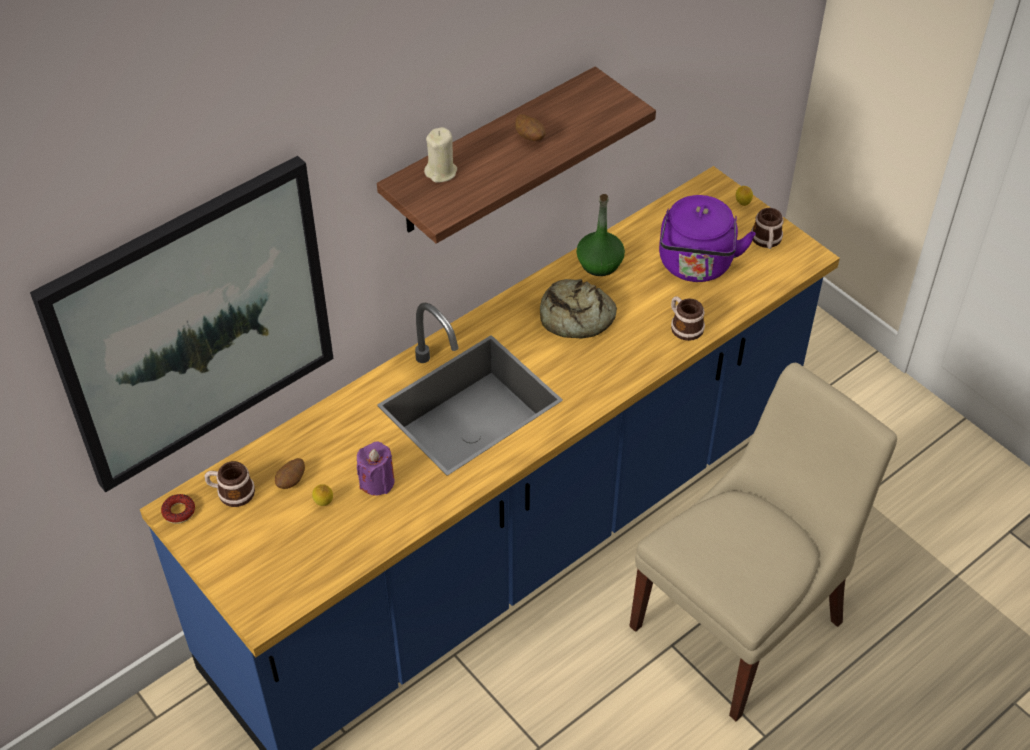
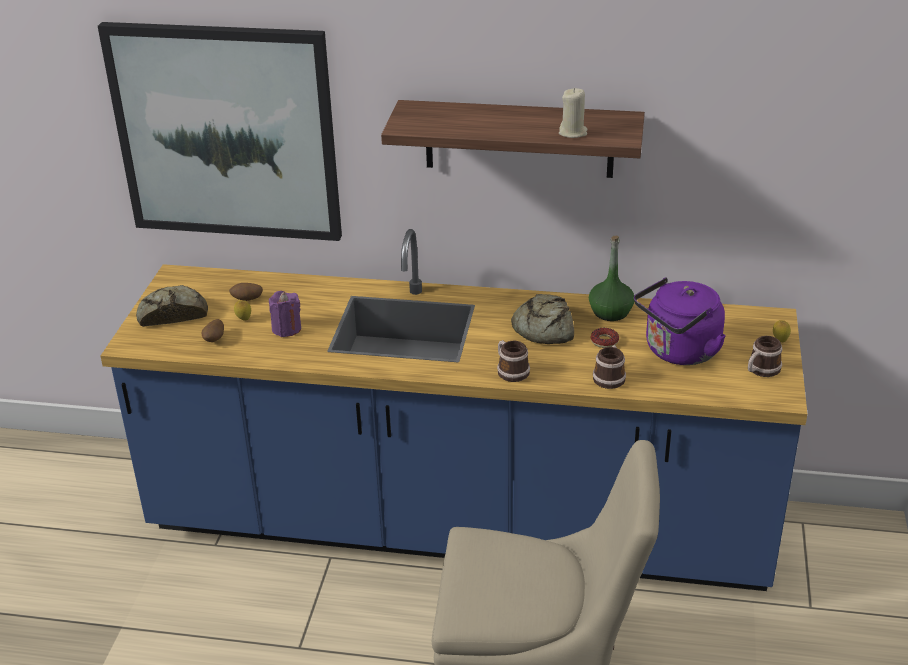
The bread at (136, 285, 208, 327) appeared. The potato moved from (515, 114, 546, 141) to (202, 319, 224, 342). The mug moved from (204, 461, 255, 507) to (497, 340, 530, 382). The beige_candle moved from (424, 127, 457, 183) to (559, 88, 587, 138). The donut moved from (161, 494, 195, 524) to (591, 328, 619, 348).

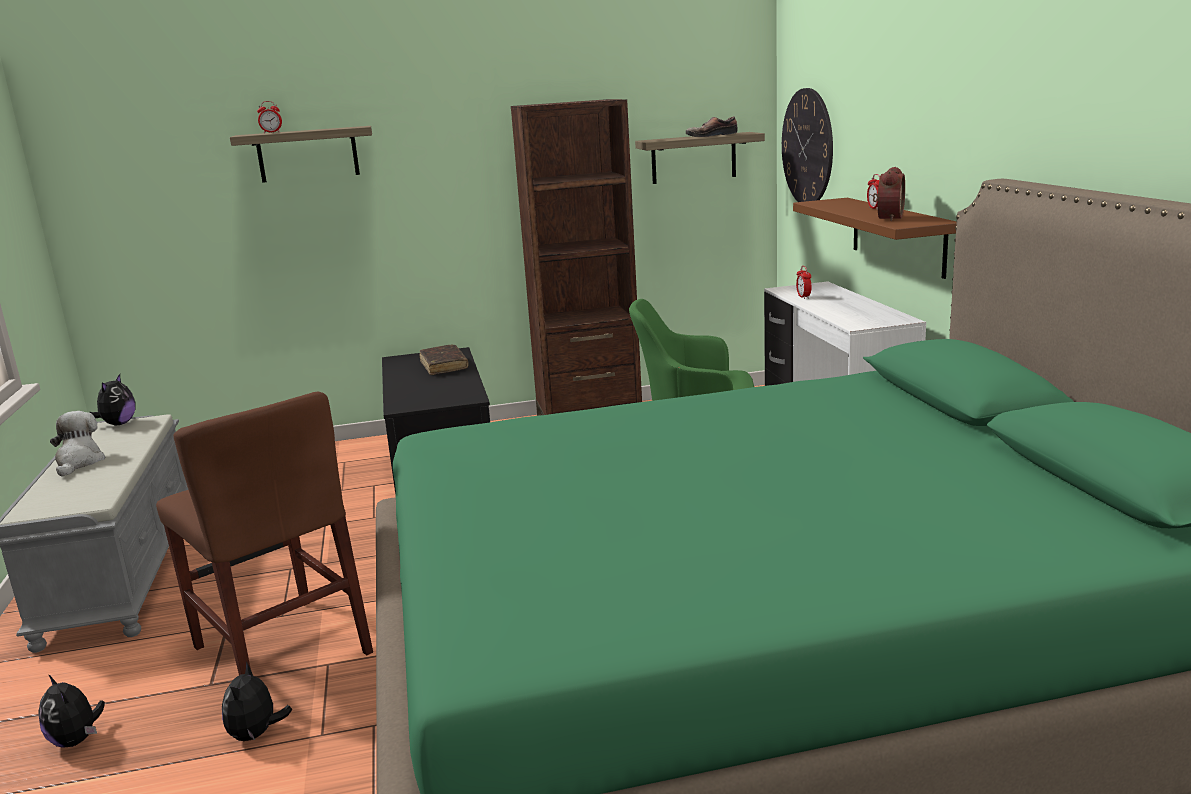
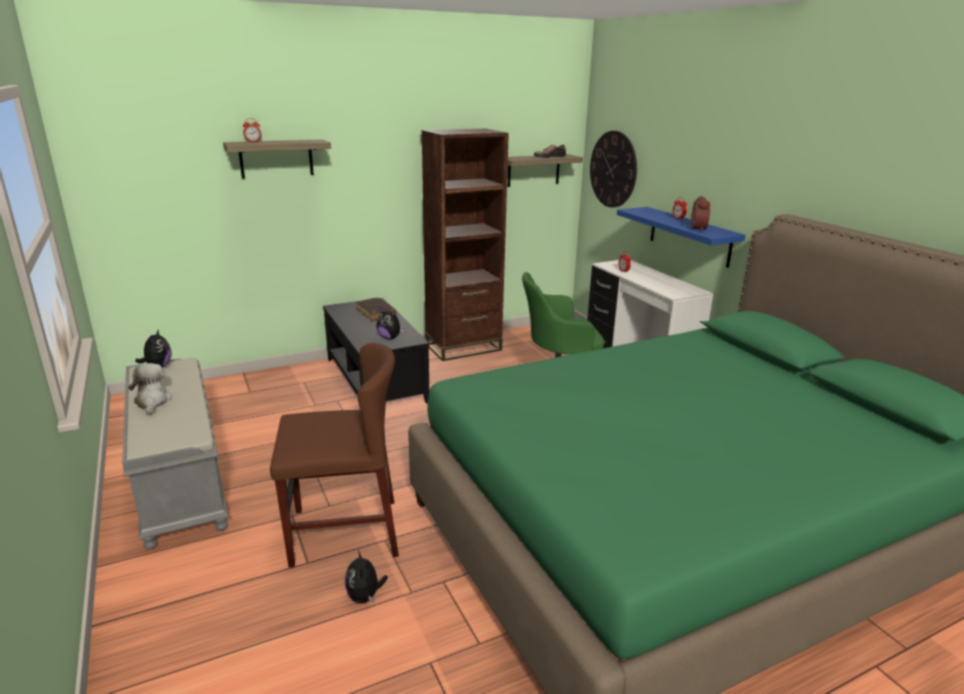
The brown_chair at (156, 392, 373, 675) turned 45 degrees counterclockwise. The plush_toy moved from (38, 674, 105, 748) to (376, 308, 405, 340). The brown_shelf at (793, 198, 957, 279) became the blue_shelf at (617, 207, 746, 268).

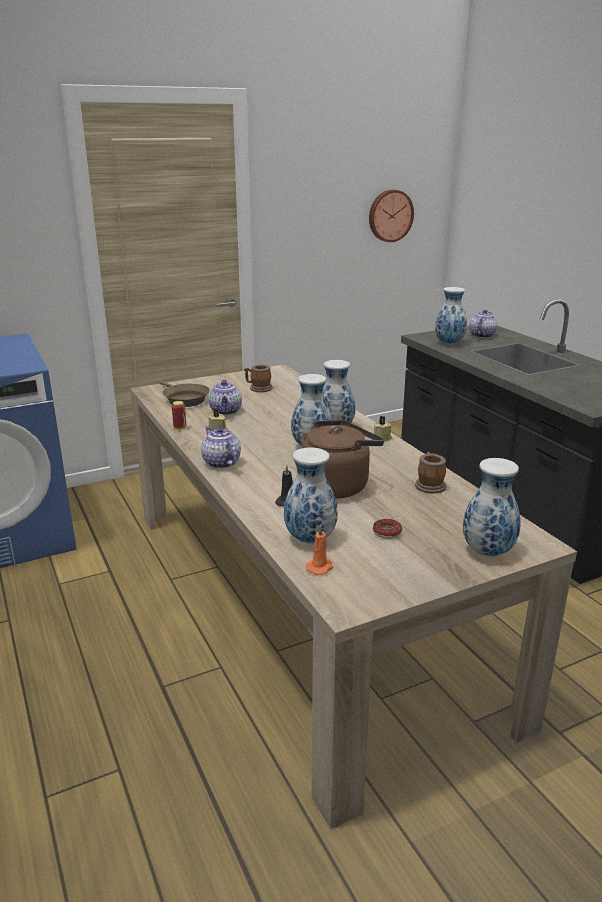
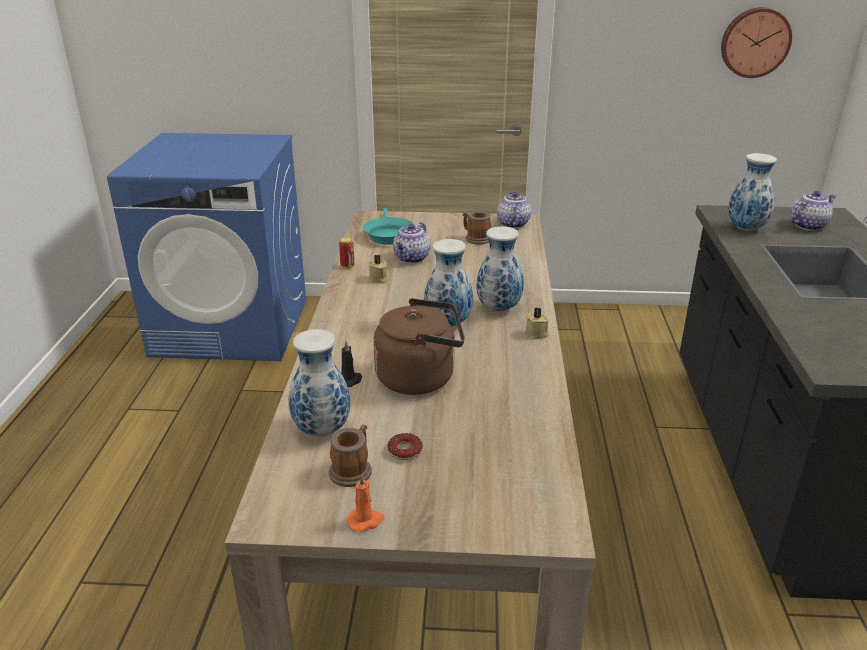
The mug moved from (415, 452, 446, 494) to (329, 425, 372, 487). The orange_candle moved from (306, 525, 333, 575) to (347, 474, 384, 532). The brown_frying_pan at (159, 381, 210, 407) became the turquoise_frying_pan at (363, 208, 414, 245). The teapot moved from (201, 426, 241, 469) to (497, 191, 531, 228). The vase at (463, 458, 521, 557) disappeared.

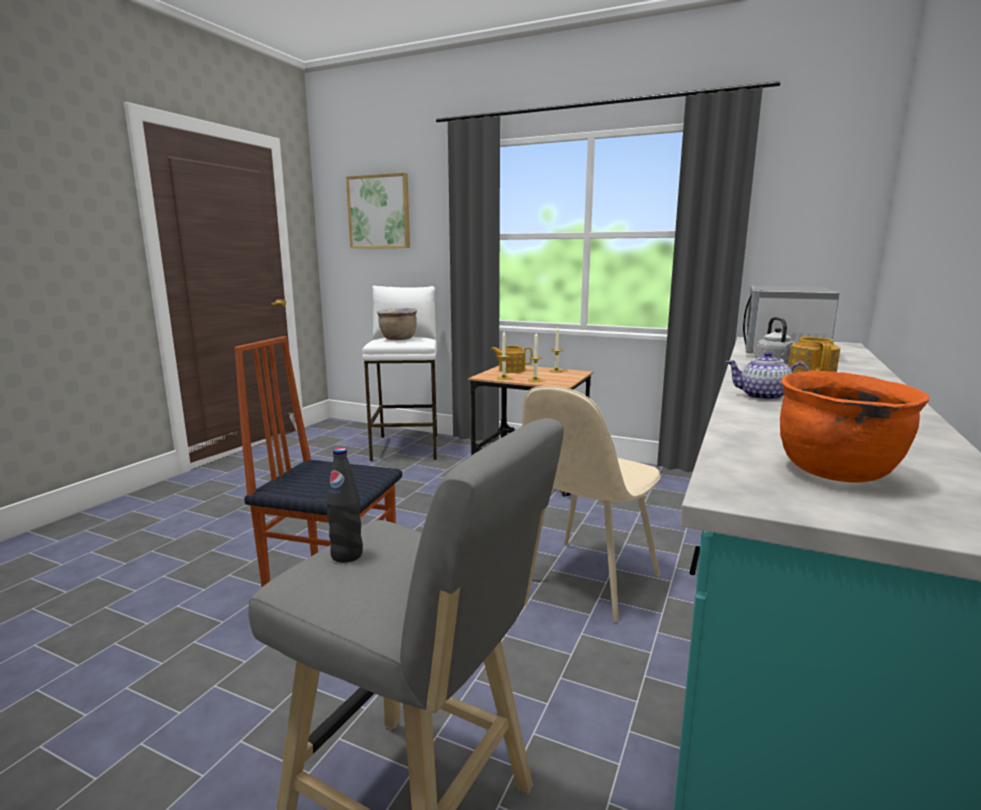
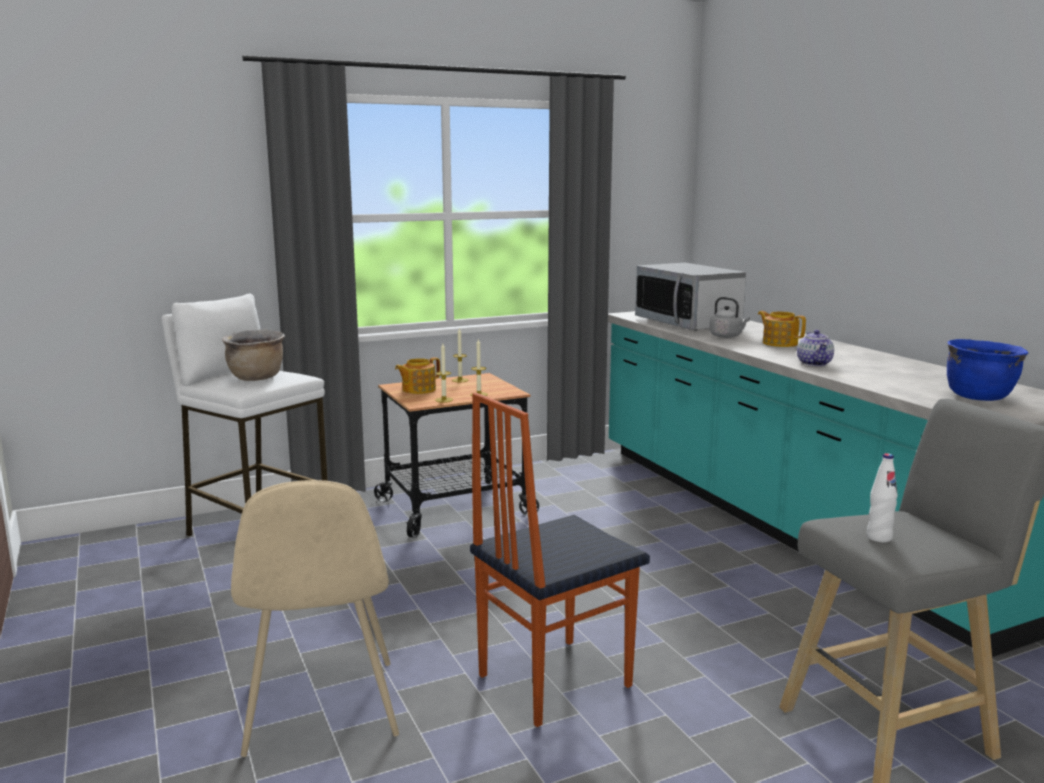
The beige_chair moved from (522, 386, 660, 622) to (231, 480, 399, 757). The teapot at (726, 352, 809, 400) turned 60 degrees counterclockwise. The black_bottle at (326, 448, 363, 563) became the white_bottle at (867, 453, 898, 542). The orange_cooking_pot at (780, 370, 930, 483) became the blue_cooking_pot at (947, 339, 1028, 401). The picture at (346, 173, 410, 248) disappeared.

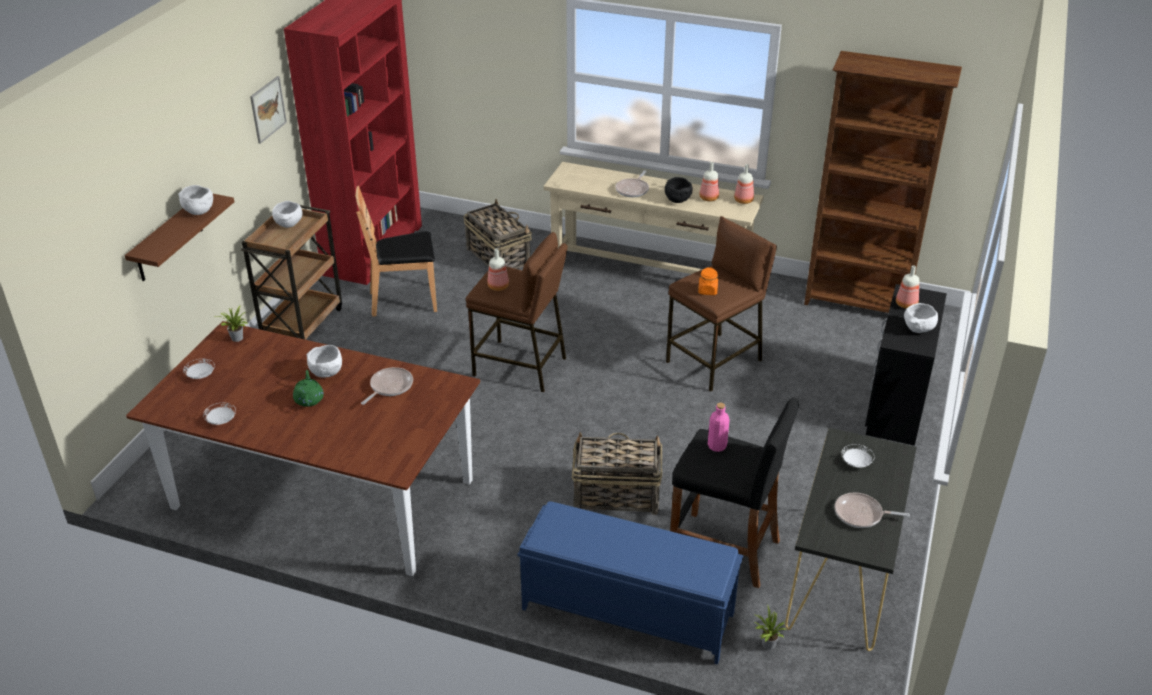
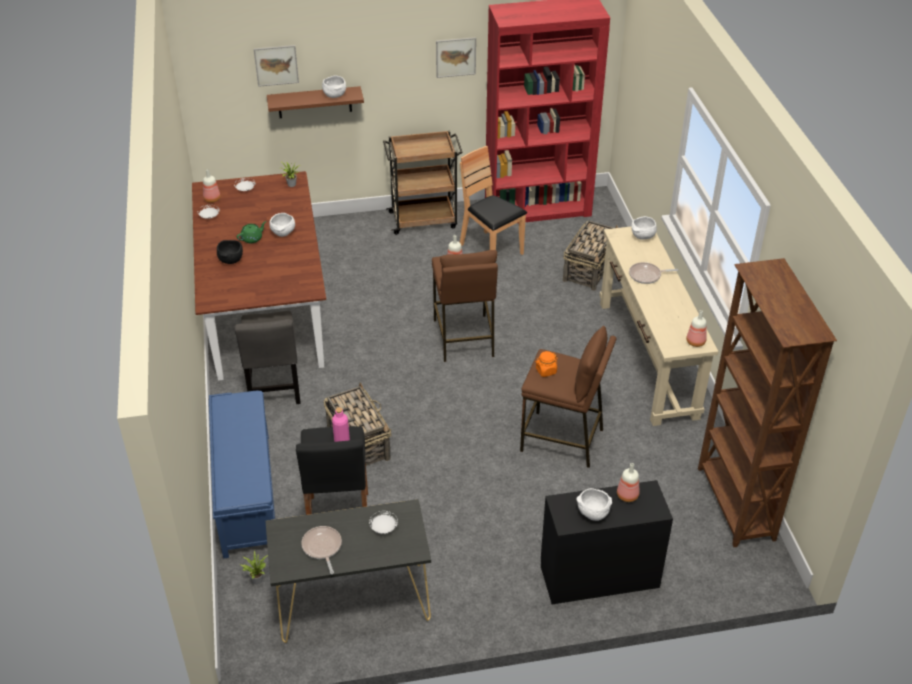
The bottle moved from (699, 162, 719, 201) to (203, 169, 220, 203). The black_bowl moved from (665, 177, 693, 203) to (217, 240, 243, 264). The grey_chair at (234, 311, 301, 404) appeared. The picture at (254, 45, 299, 87) appeared. The white_bowl moved from (272, 201, 303, 228) to (631, 216, 657, 239). The frying_pan at (361, 367, 413, 405) disappeared.

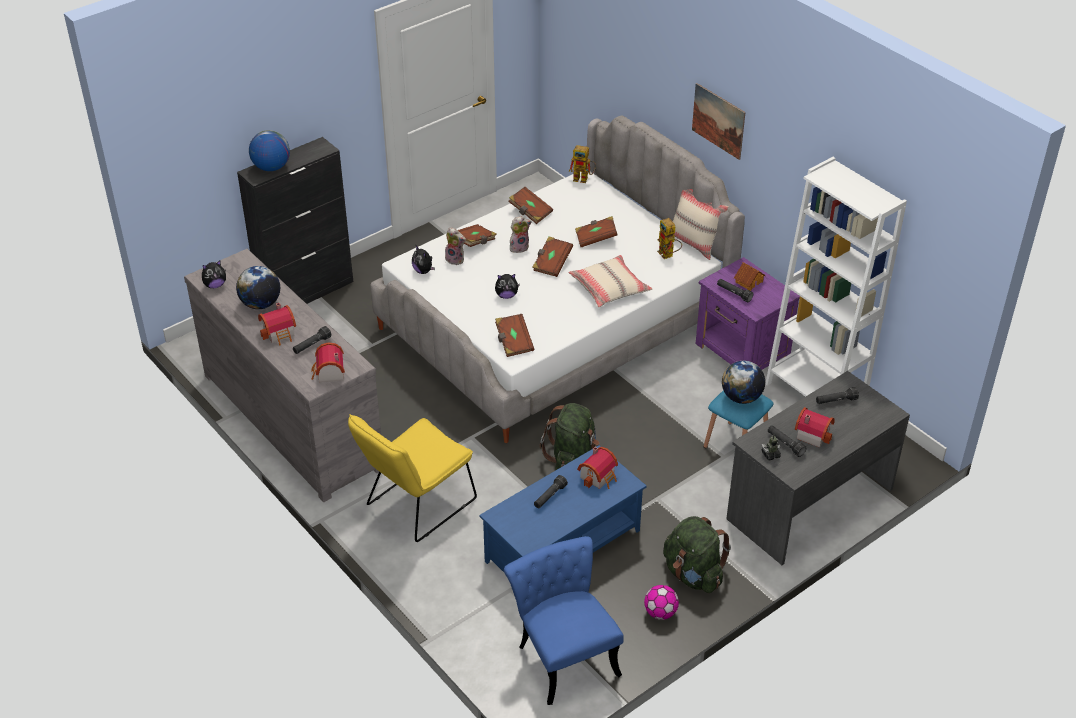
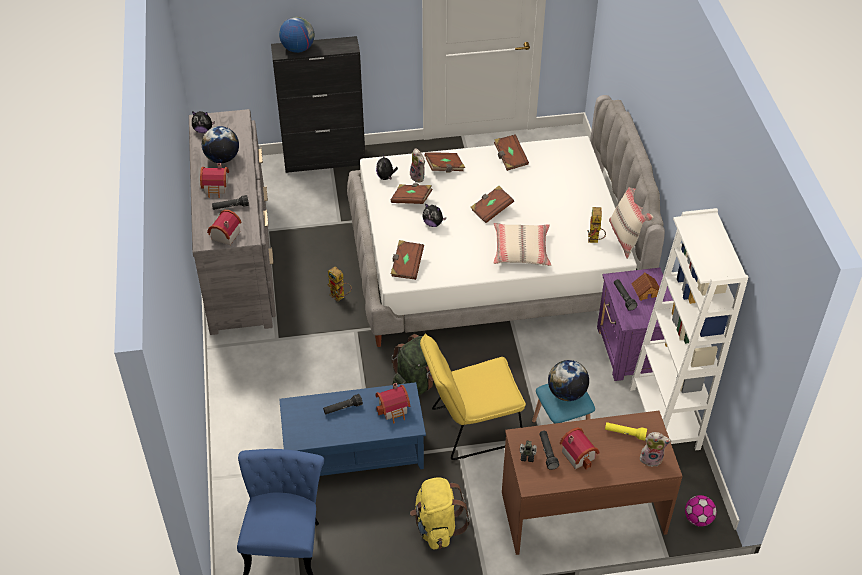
The toy_robot moved from (569, 145, 596, 183) to (328, 266, 352, 302). The brown_book moved from (575, 216, 617, 247) to (391, 183, 433, 204). The green_backpack at (663, 516, 731, 593) became the yellow_backpack at (410, 477, 470, 550). The yellow_chair moved from (348, 414, 477, 542) to (420, 333, 526, 460). The grey_desk at (726, 371, 910, 565) became the brown_desk at (502, 411, 682, 555). The black_flashlight at (816, 387, 859, 404) became the yellow_flashlight at (605, 422, 647, 441). The plush_toy moved from (510, 216, 532, 253) to (640, 432, 671, 467). The football moved from (644, 585, 679, 620) to (685, 495, 717, 527). The picture at (692, 83, 745, 160) disappeared.

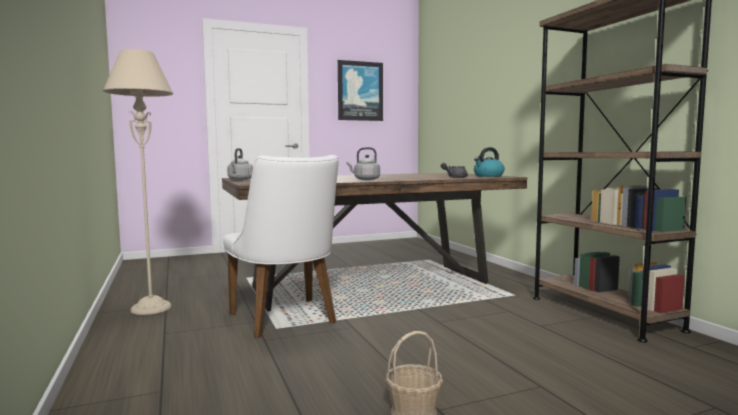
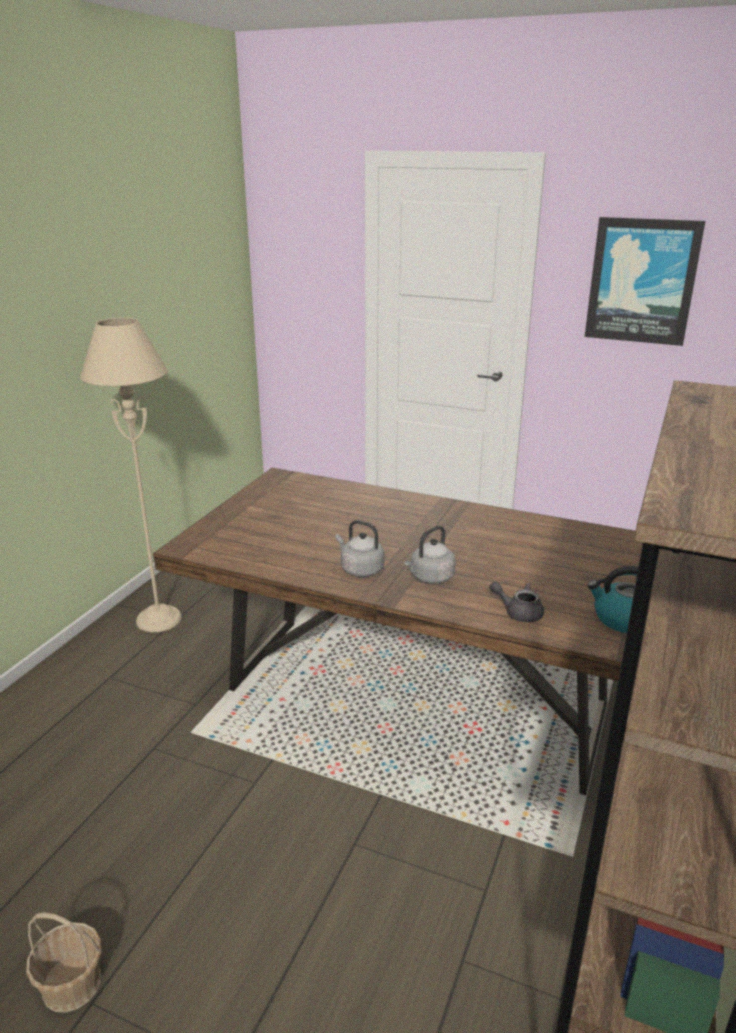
The grey_kettle moved from (227, 148, 253, 180) to (405, 526, 456, 584). The white_chair at (223, 155, 339, 338) disappeared.

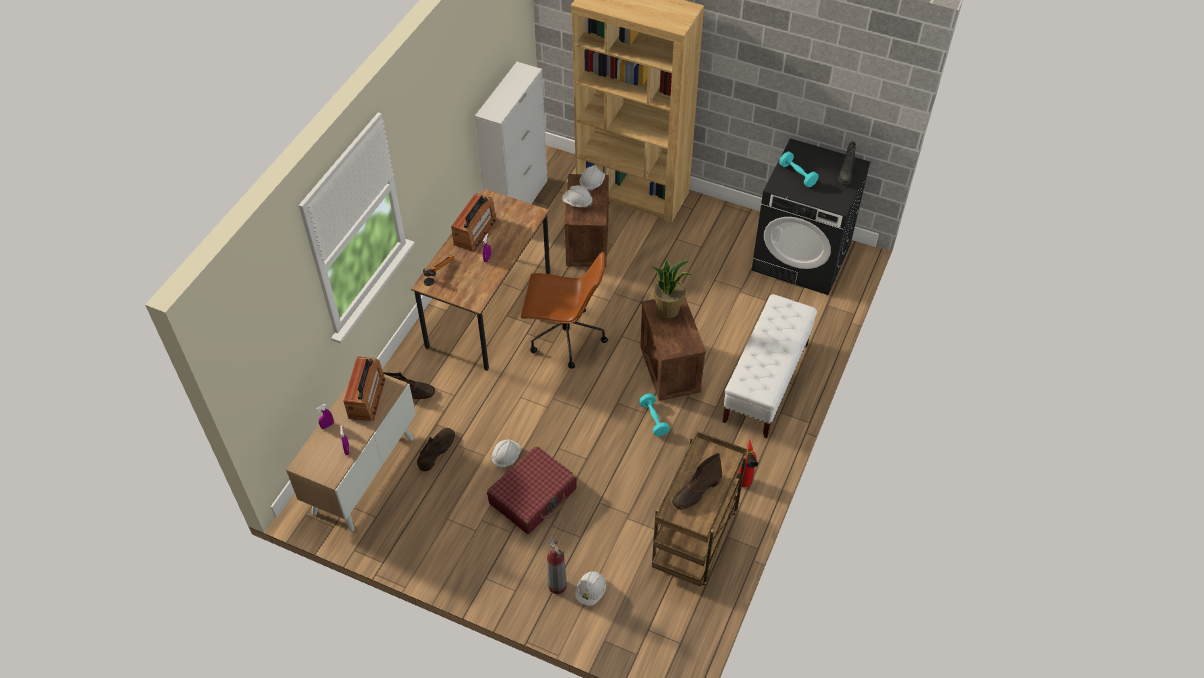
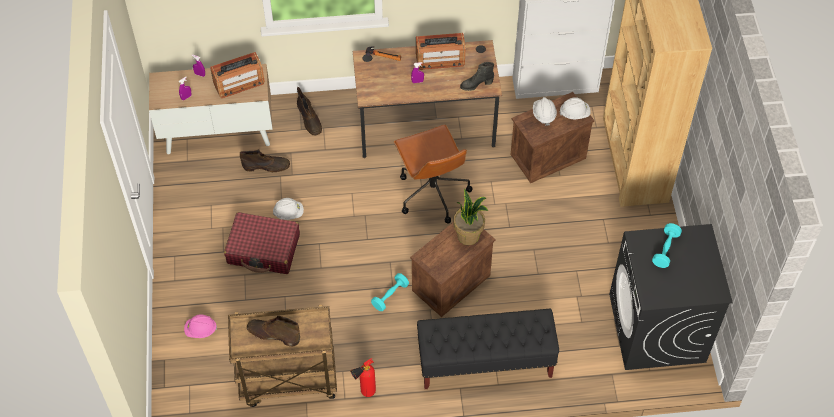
The white_hard_hat at (575, 571, 606, 606) became the pink_hard_hat at (184, 314, 217, 338). The white_bench at (722, 294, 817, 438) became the black_bench at (417, 309, 559, 389). The black_boot moved from (838, 142, 856, 185) to (460, 62, 494, 91). The fire_extinguisher at (547, 538, 567, 594) disappeared.

